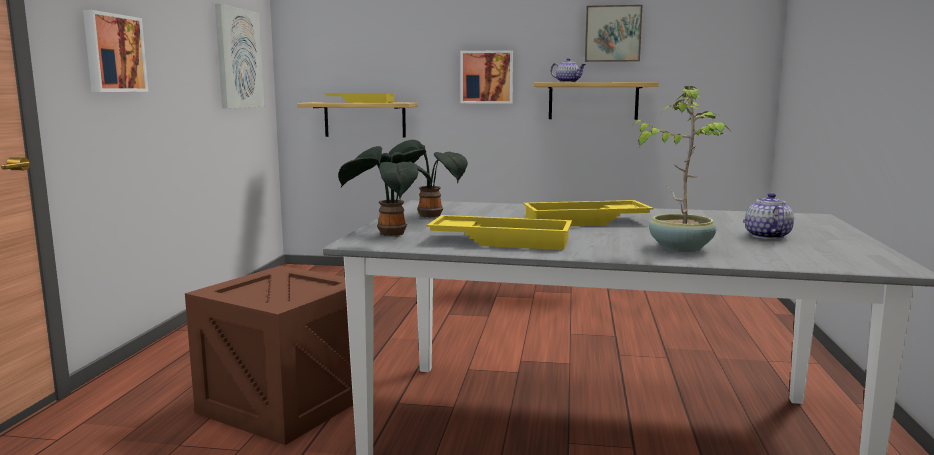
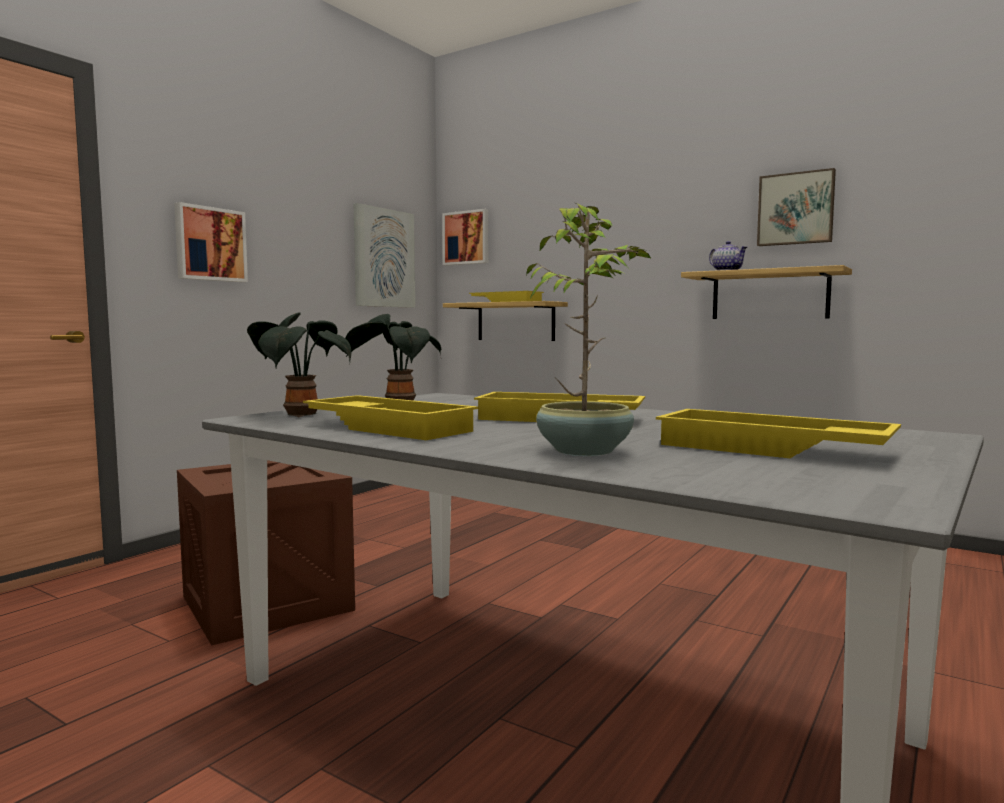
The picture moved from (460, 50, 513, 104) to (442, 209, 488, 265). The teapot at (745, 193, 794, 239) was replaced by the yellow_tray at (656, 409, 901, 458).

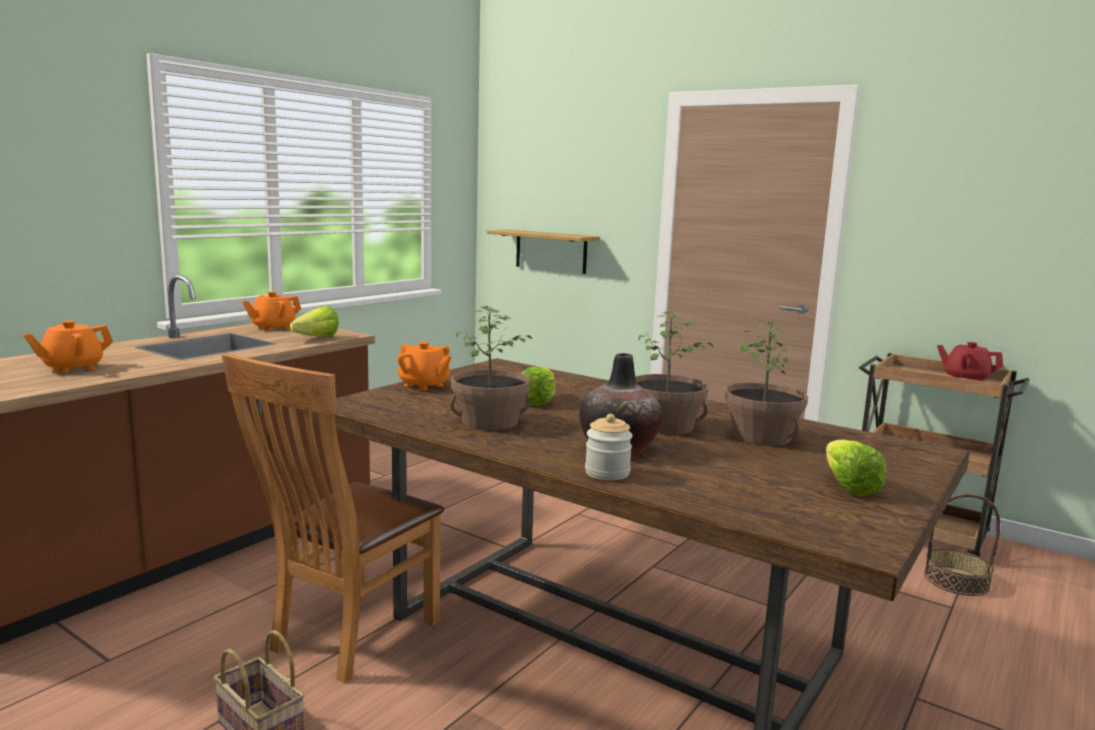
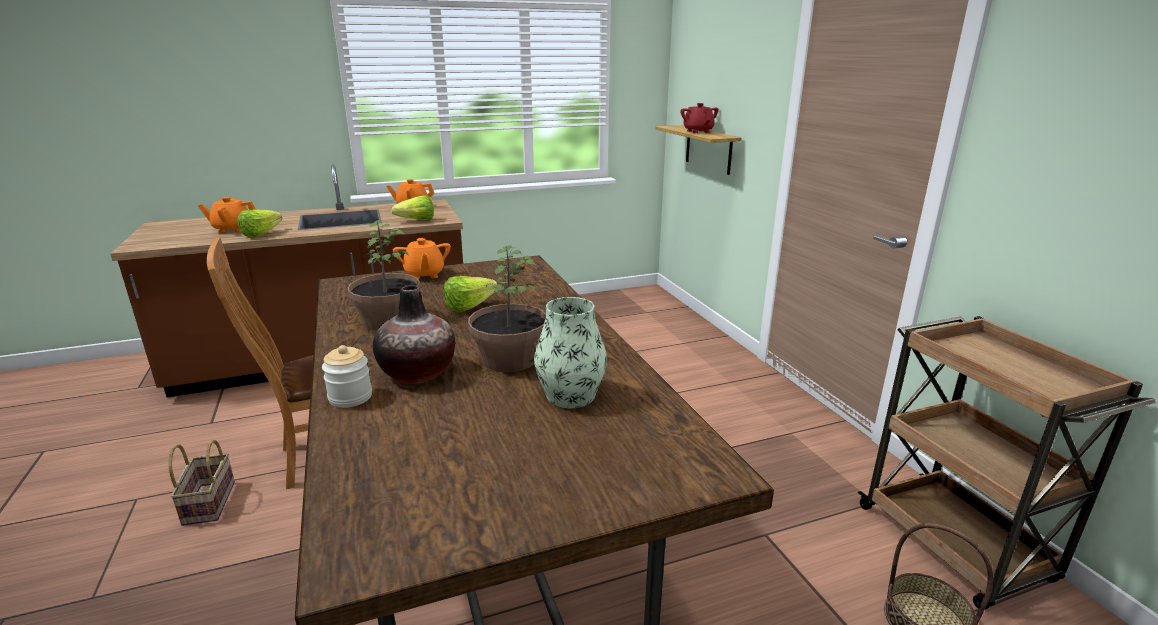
The lettuce moved from (826, 439, 886, 496) to (238, 209, 282, 238). The potted_plant at (724, 320, 808, 446) was replaced by the vase at (534, 297, 607, 408). The red_teapot moved from (937, 342, 1004, 381) to (680, 103, 719, 133).

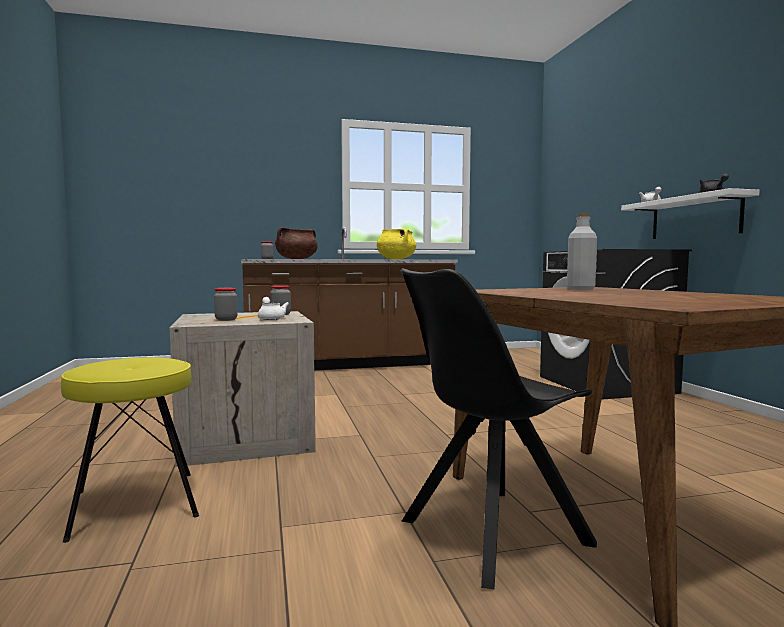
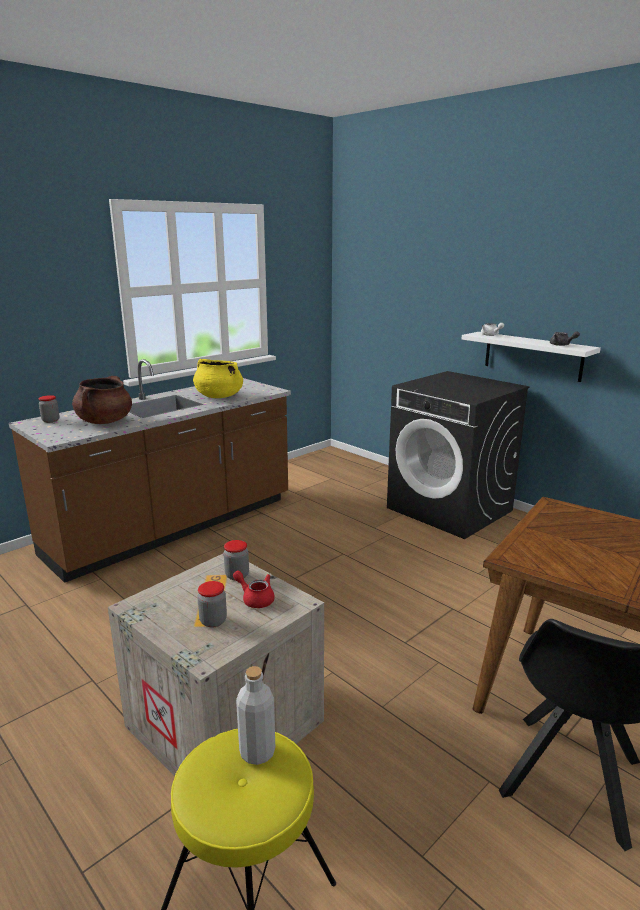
The white_teapot at (258, 297, 289, 320) became the red_teapot at (233, 571, 275, 608). The grey_bottle moved from (567, 213, 597, 290) to (236, 666, 275, 765).

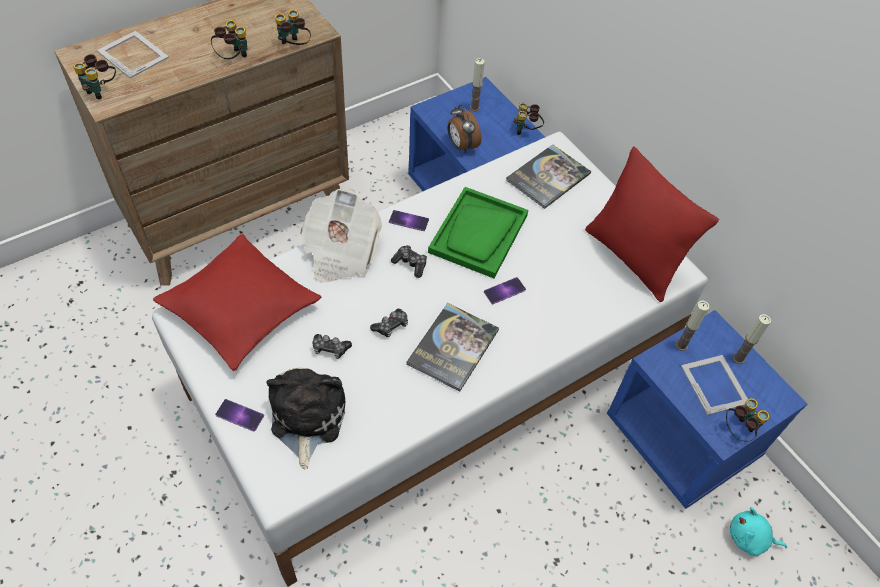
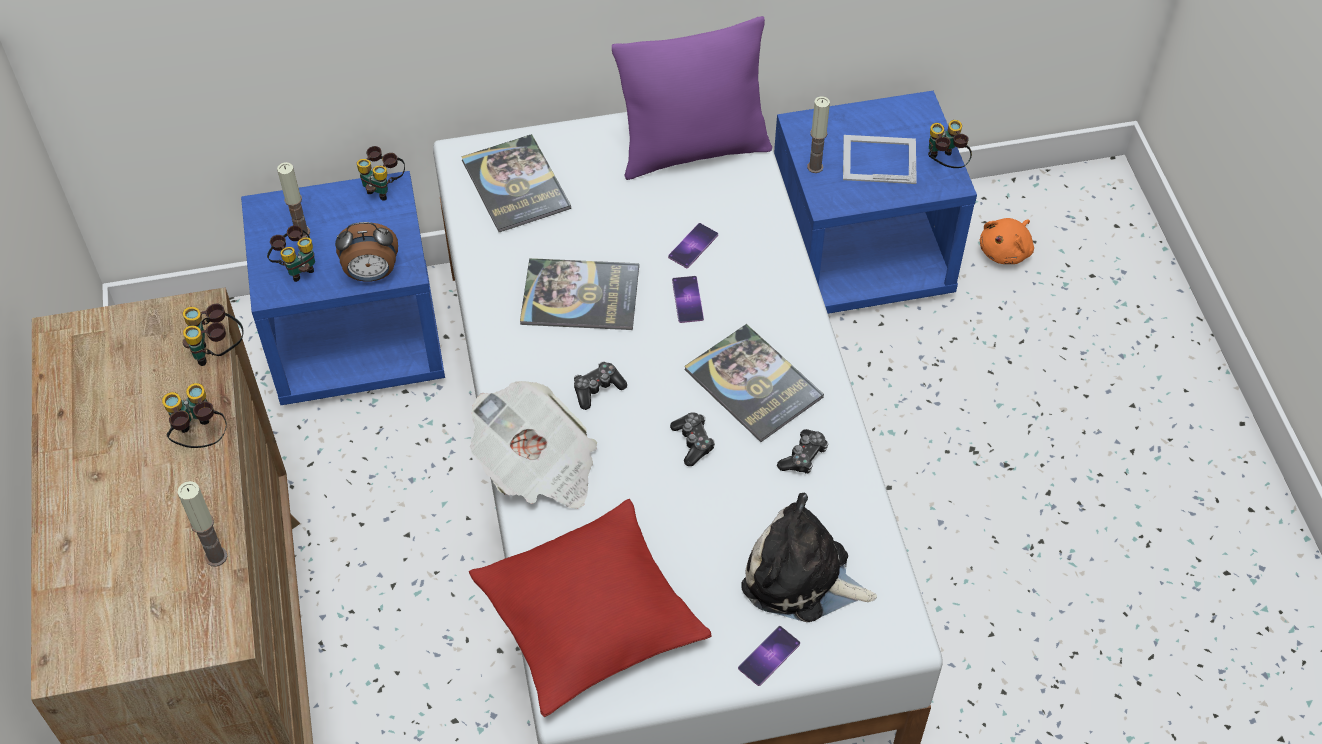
The candle moved from (733, 314, 771, 364) to (177, 481, 228, 567). The binoculars moved from (73, 54, 116, 100) to (267, 225, 315, 282). The green_tray at (428, 187, 528, 278) was replaced by the book at (520, 258, 639, 330). The red_pillow at (585, 147, 719, 302) became the purple_pillow at (612, 16, 772, 180). The phone moved from (389, 210, 429, 231) to (668, 223, 718, 268). The game_controller moved from (312, 334, 352, 359) to (777, 429, 828, 473). The turquoise_plush_toy at (730, 507, 787, 556) became the orange_plush_toy at (979, 218, 1034, 264). The picture_frame at (97, 31, 169, 78) disappeared.

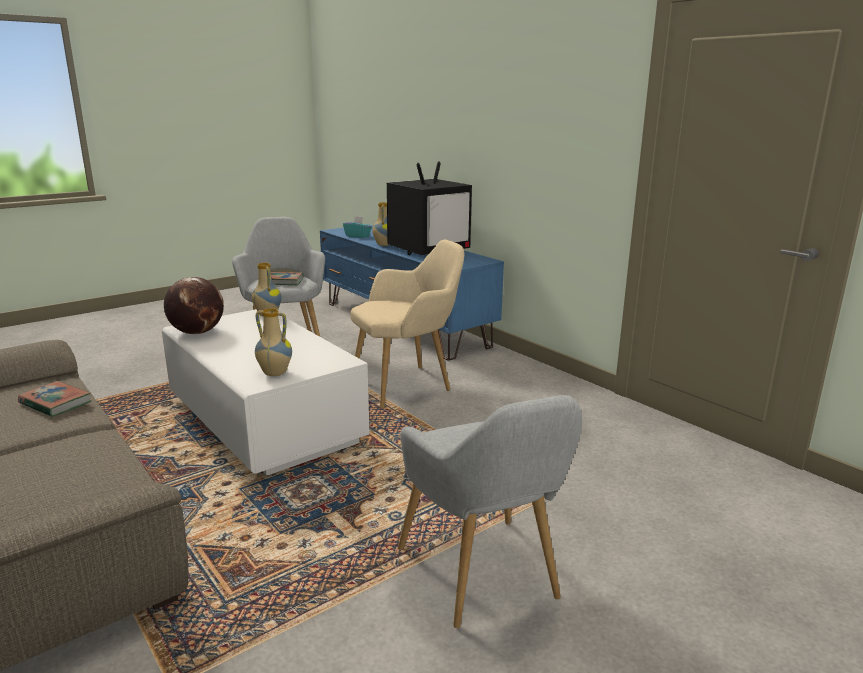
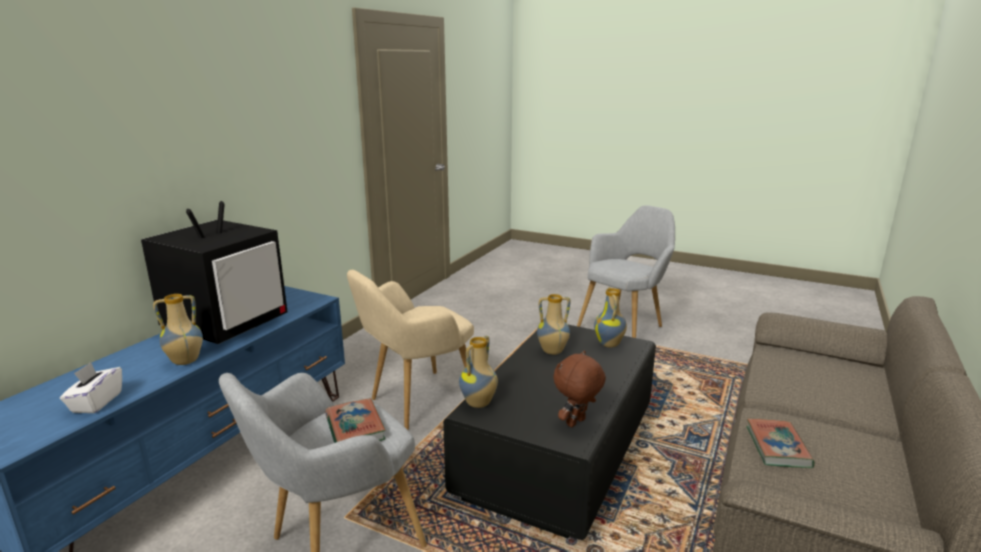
The turquoise_tissue_box at (343, 216, 372, 238) became the white_tissue_box at (60, 362, 122, 413). The television at (387, 161, 472, 255) turned 90 degrees clockwise. The beige_armchair at (350, 240, 464, 409) turned 75 degrees counterclockwise. The white_coffee_table at (162, 309, 369, 476) became the black_coffee_table at (443, 325, 656, 540). The vase at (537, 294, 570, 355) appeared. The globe at (164, 277, 224, 334) was replaced by the brown_plush_toy at (553, 351, 606, 427).

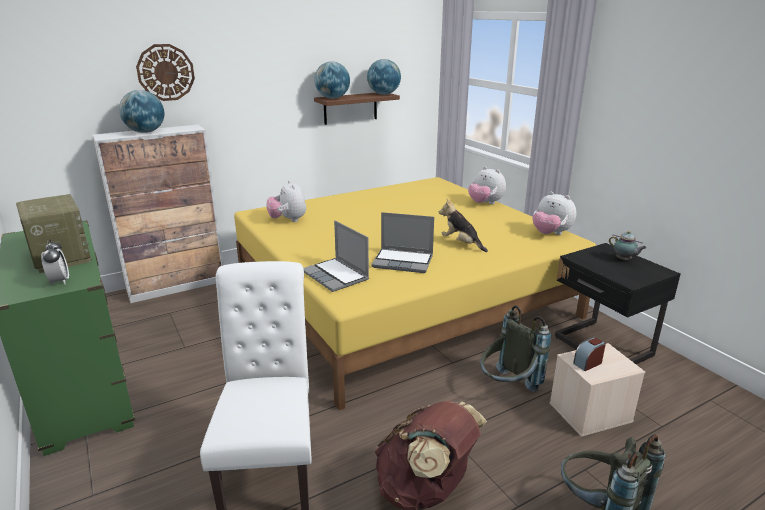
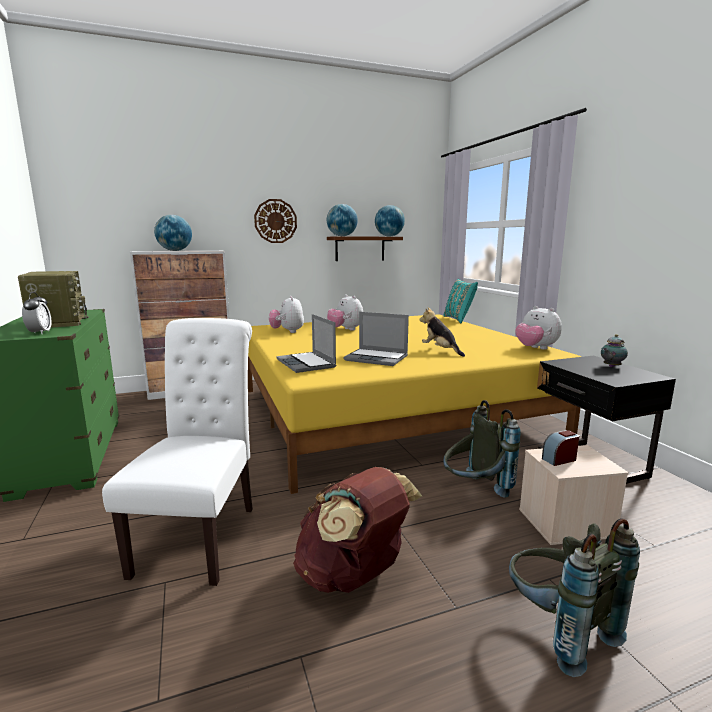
The wall_clock moved from (136, 44, 195, 101) to (254, 199, 297, 243). The plush_toy moved from (468, 166, 506, 204) to (327, 294, 363, 331). The turquoise_pillow at (443, 279, 478, 323) appeared. The teapot at (609, 231, 647, 261) turned 90 degrees clockwise.

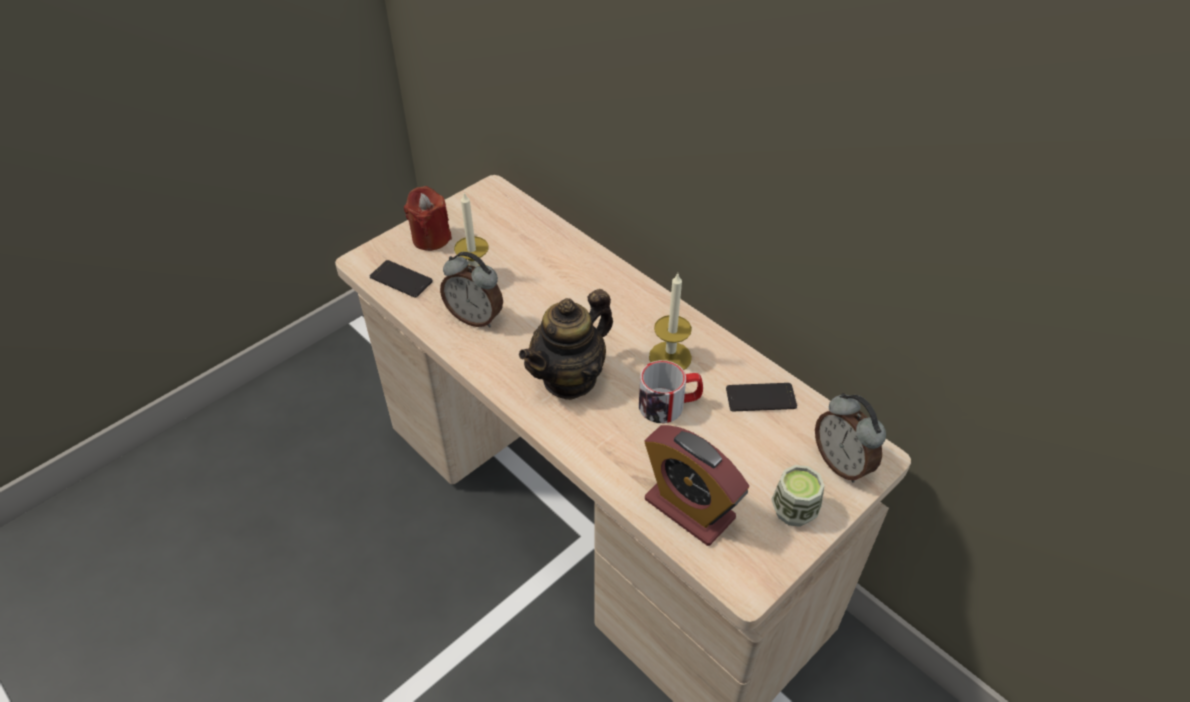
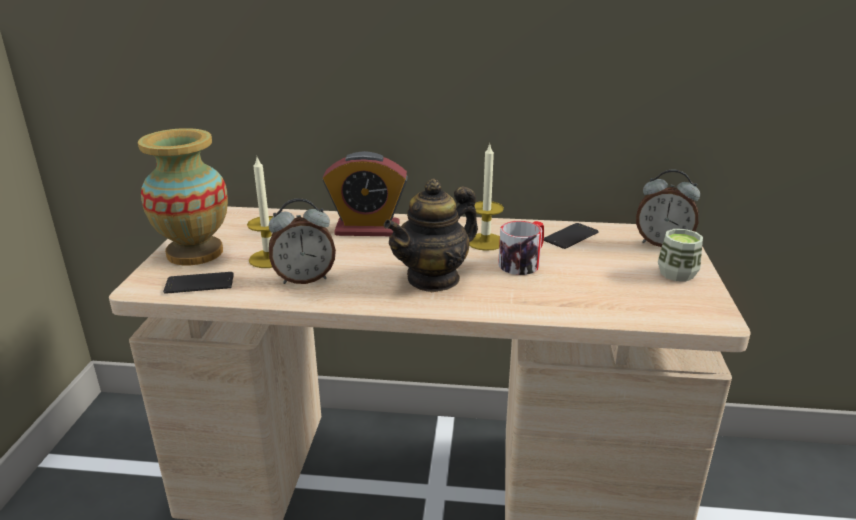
The red_candle at (404, 186, 452, 251) was replaced by the vase at (138, 128, 228, 265). The alarm_clock moved from (644, 425, 749, 546) to (323, 151, 408, 236). The teapot at (519, 289, 613, 400) turned 45 degrees clockwise.

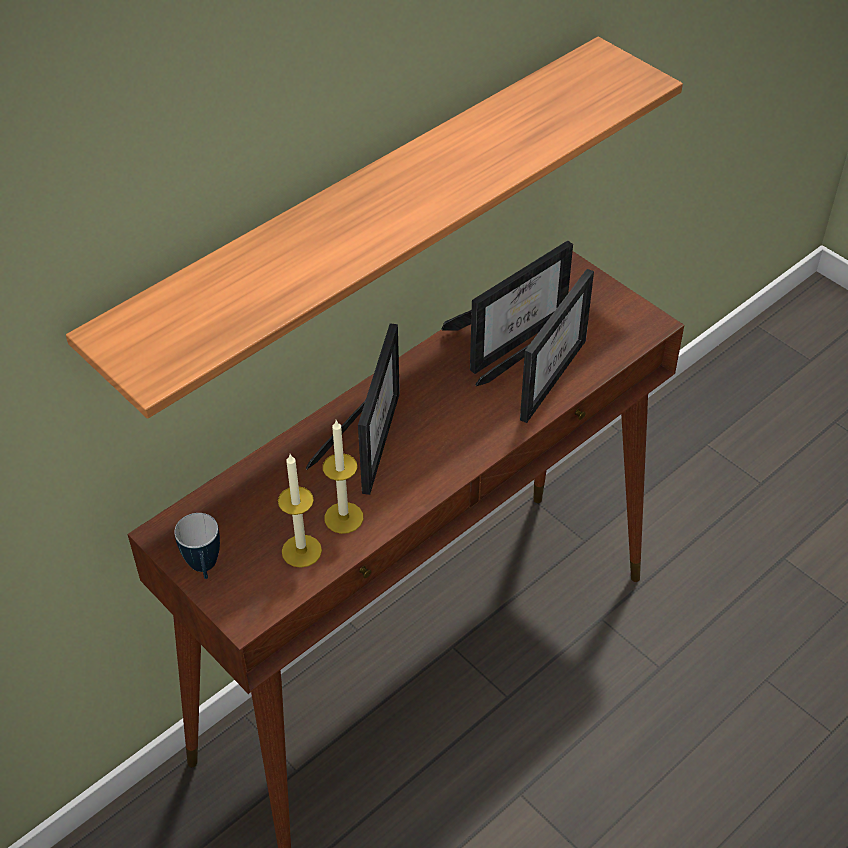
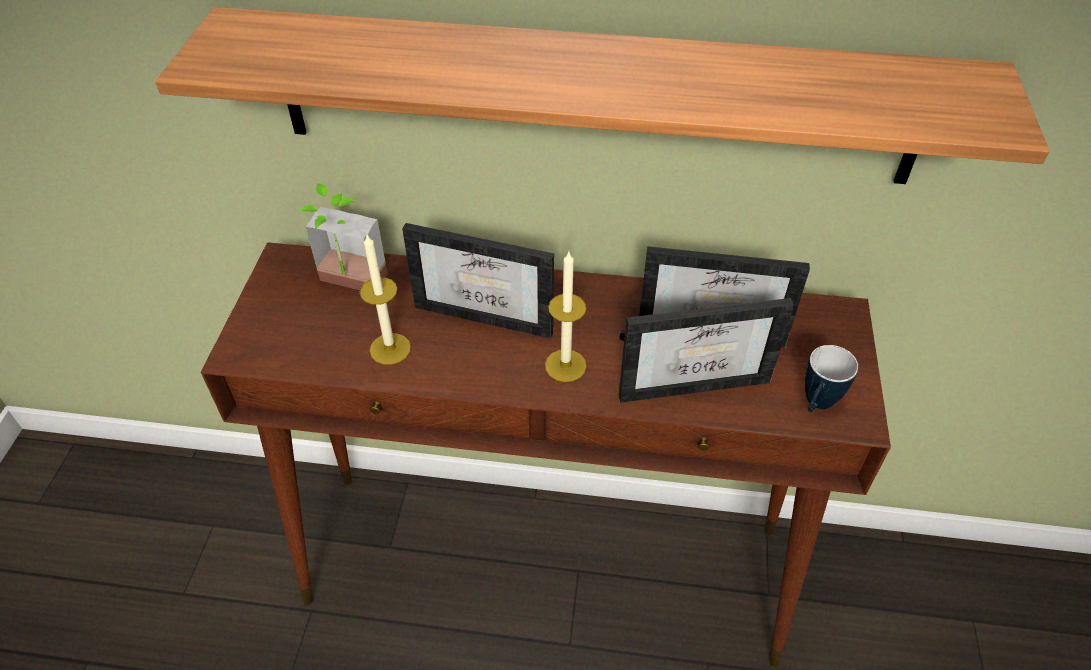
The potted_plant at (299, 184, 388, 290) appeared. The picture_frame at (306, 323, 400, 495) turned 45 degrees clockwise. The candle moved from (278, 454, 322, 568) to (545, 252, 587, 382). The mug moved from (174, 513, 220, 579) to (805, 345, 858, 412).

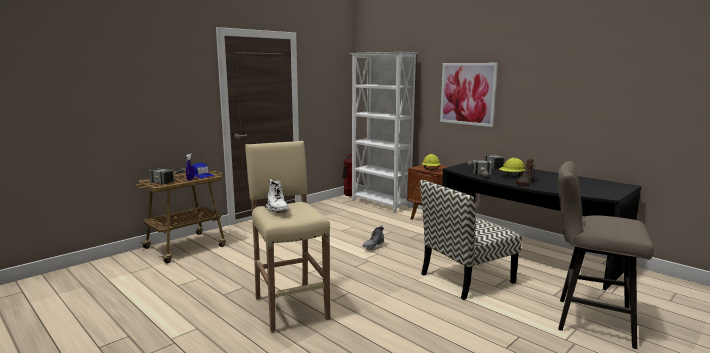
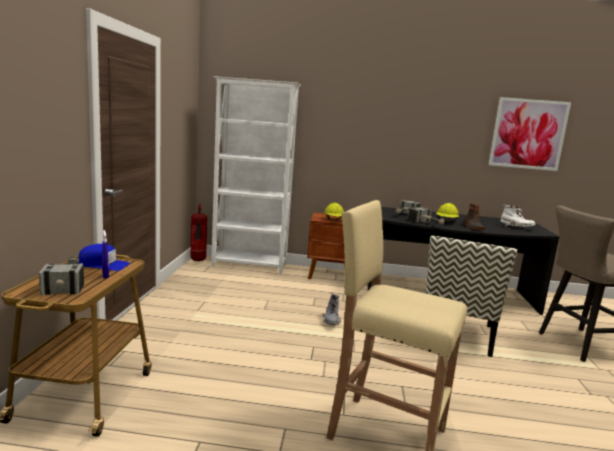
The picture moved from (440, 63, 498, 127) to (488, 97, 571, 171). The white_boot moved from (264, 179, 289, 213) to (501, 205, 536, 228).

